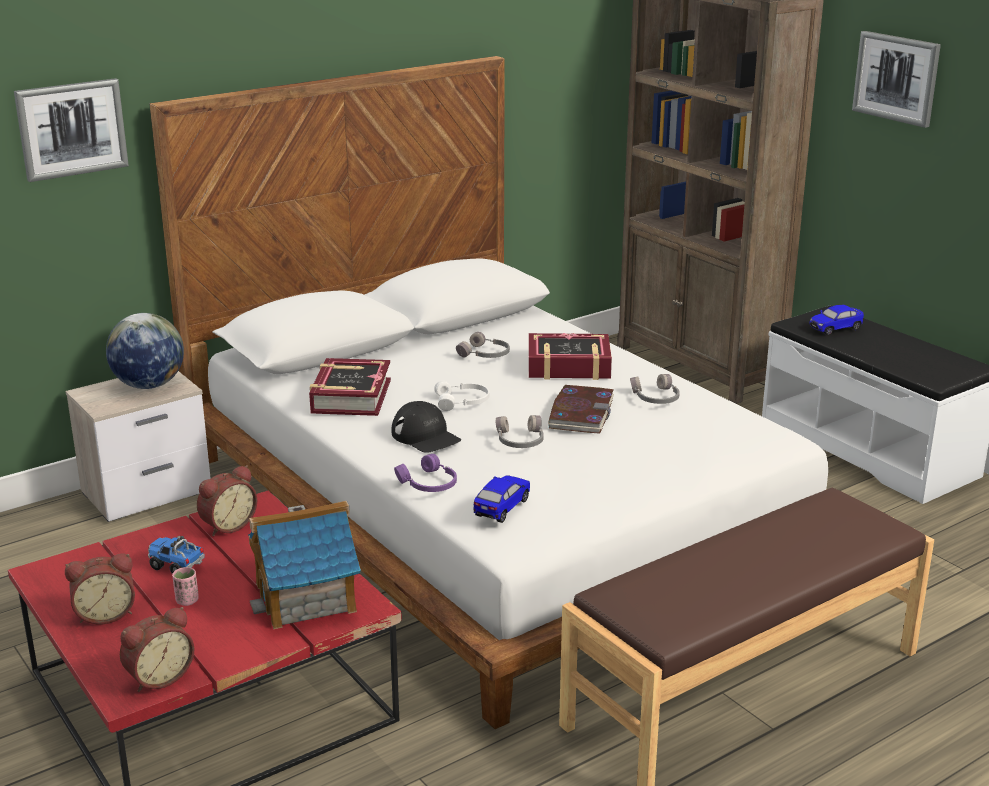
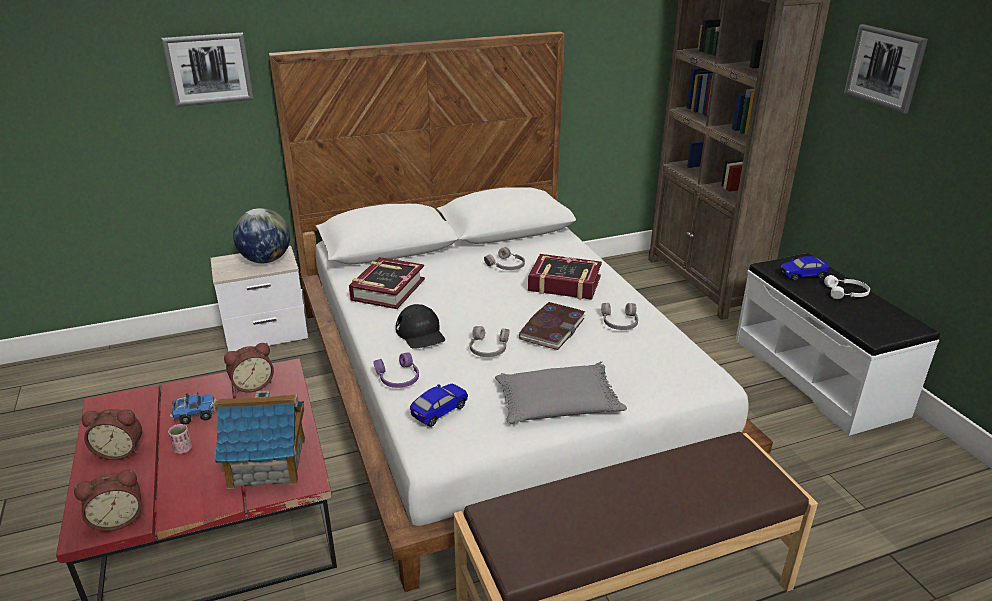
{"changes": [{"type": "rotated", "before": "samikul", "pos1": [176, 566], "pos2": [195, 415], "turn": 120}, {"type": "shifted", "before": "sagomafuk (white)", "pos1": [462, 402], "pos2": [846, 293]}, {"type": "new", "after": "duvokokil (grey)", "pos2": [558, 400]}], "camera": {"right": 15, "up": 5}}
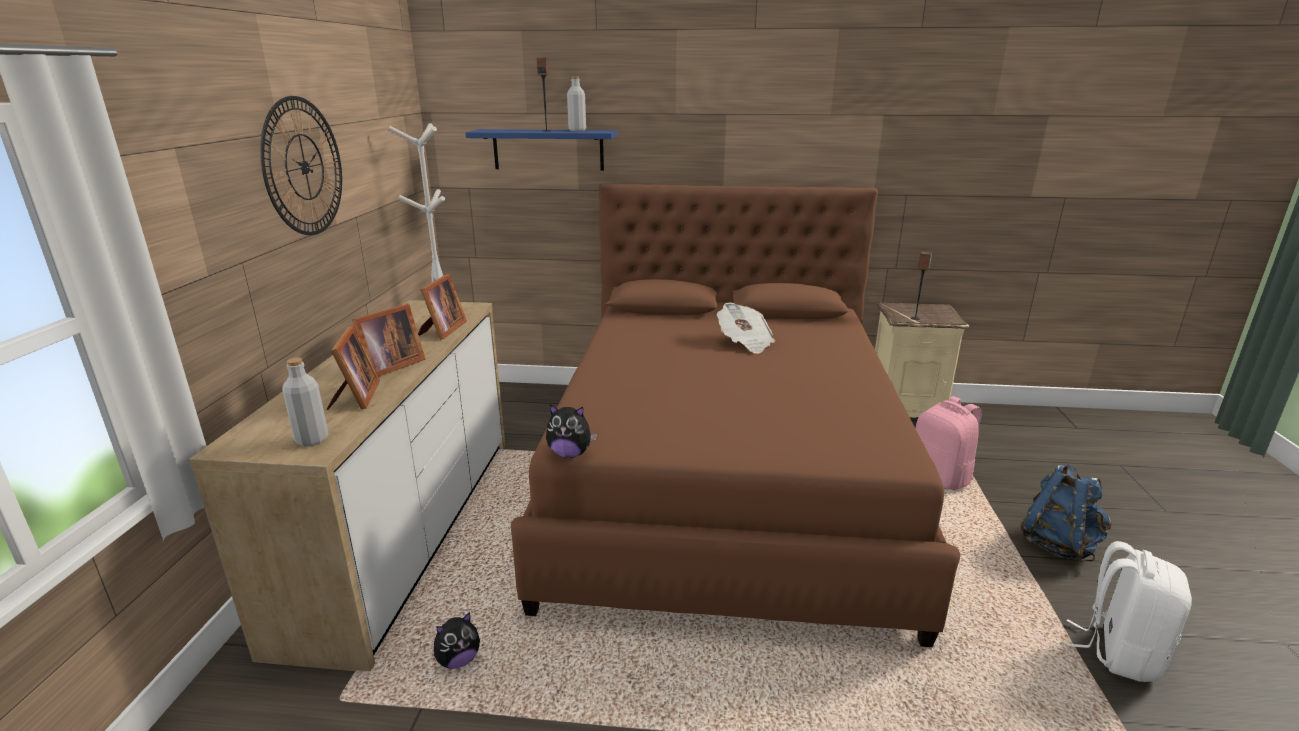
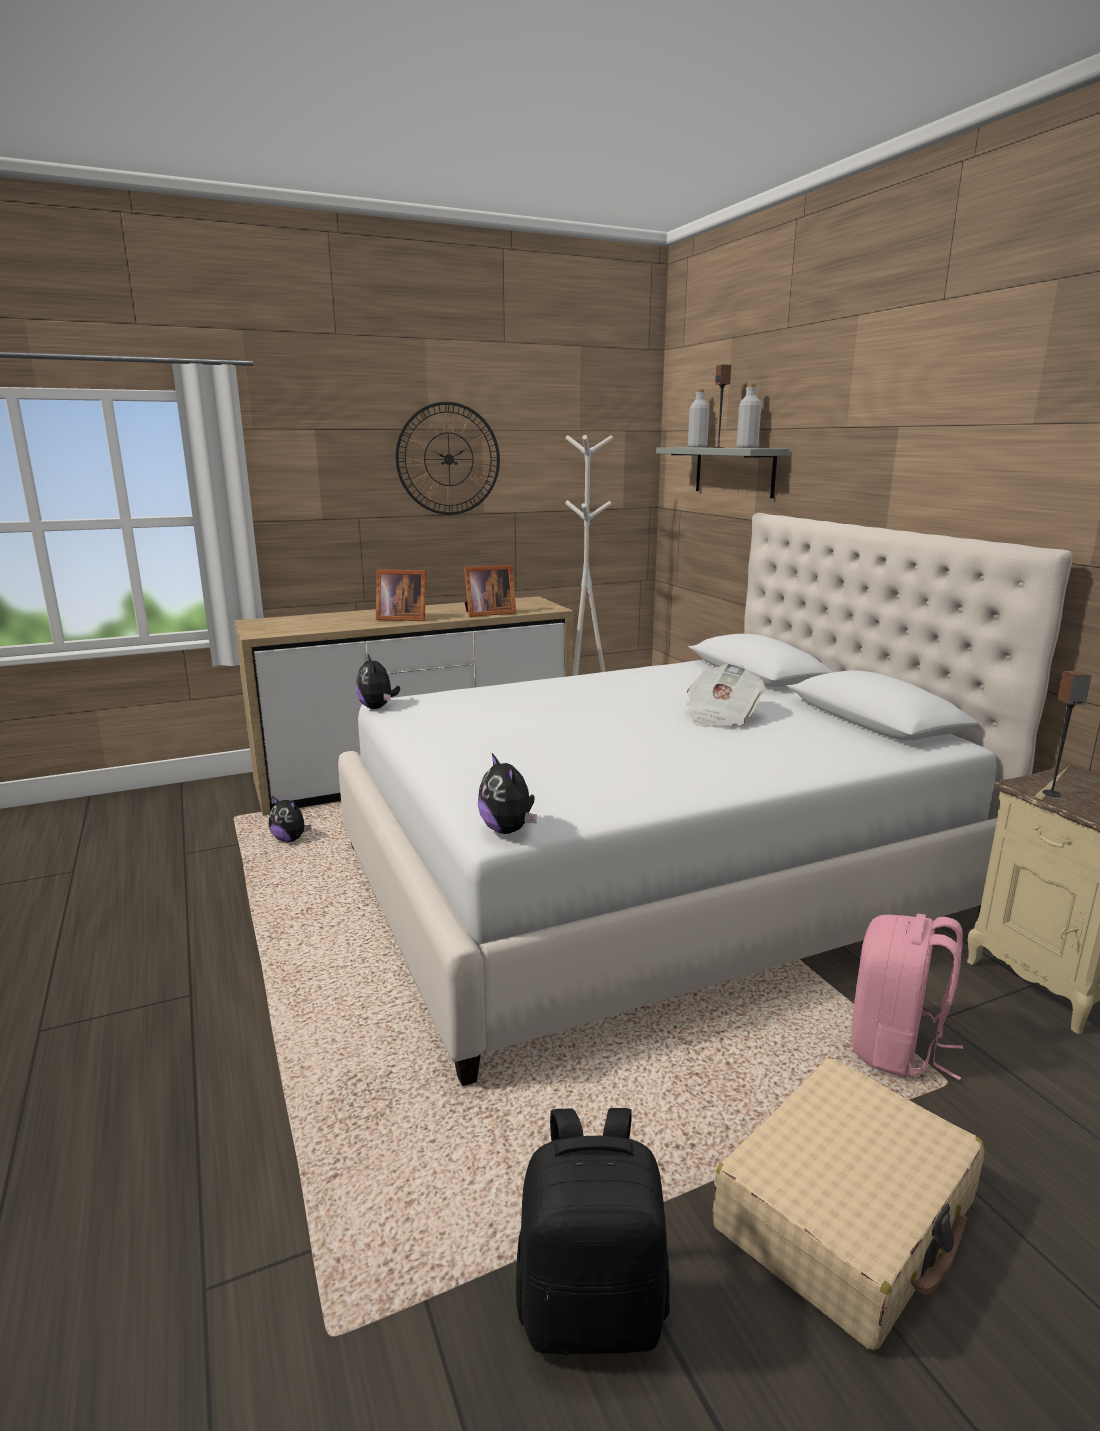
{"changes": [{"type": "shifted", "before": "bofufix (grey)", "pos1": [312, 440], "pos2": [697, 447]}, {"type": "gone", "before": "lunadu", "pos1": [355, 397]}, {"type": "repainted", "before": "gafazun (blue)", "after": "gafazun (grey)", "pos1": [548, 149], "pos2": [734, 471]}, {"type": "repainted", "before": "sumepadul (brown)", "after": "sumepadul (white)", "pos1": [725, 482], "pos2": [648, 881]}, {"type": "swapped", "before": "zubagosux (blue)", "after": "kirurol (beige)", "pos1": [1058, 545], "pos2": [846, 1215]}, {"type": "repainted", "before": "zubagosux (white)", "after": "zubagosux (black)", "pos1": [1118, 652], "pos2": [592, 1306]}, {"type": "new", "after": "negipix", "pos2": [508, 830]}], "camera": {"right": 60, "up": -5}}
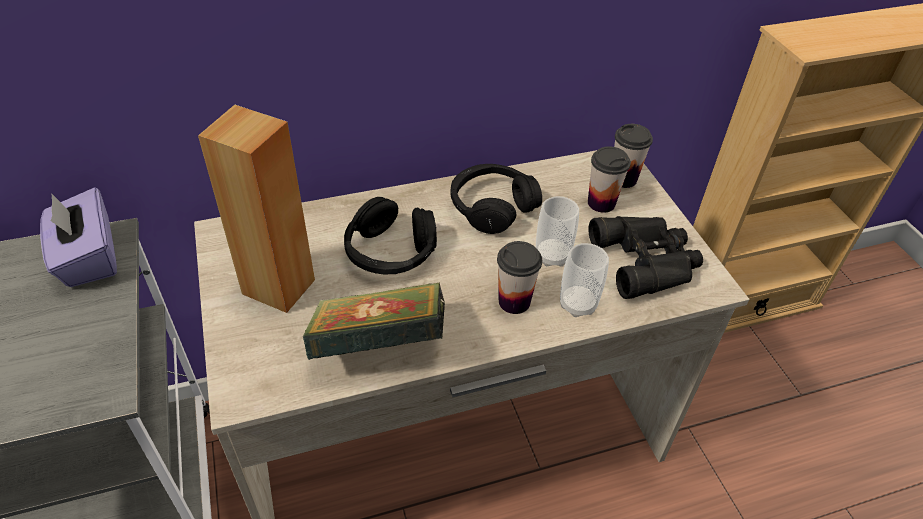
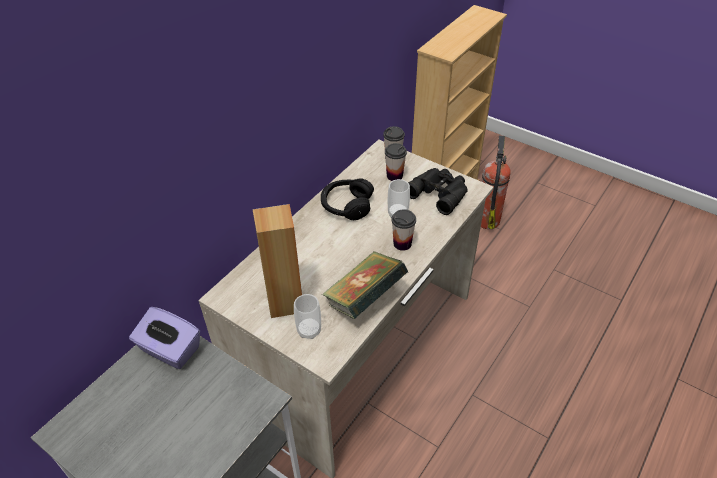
{"changes": [{"type": "gone", "before": "sagomafuk (black)", "pos1": [390, 252]}, {"type": "shifted", "before": "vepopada", "pos1": [578, 304], "pos2": [309, 330]}, {"type": "new", "after": "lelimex", "pos2": [487, 219]}], "camera": {"right": -35, "up": 0}}
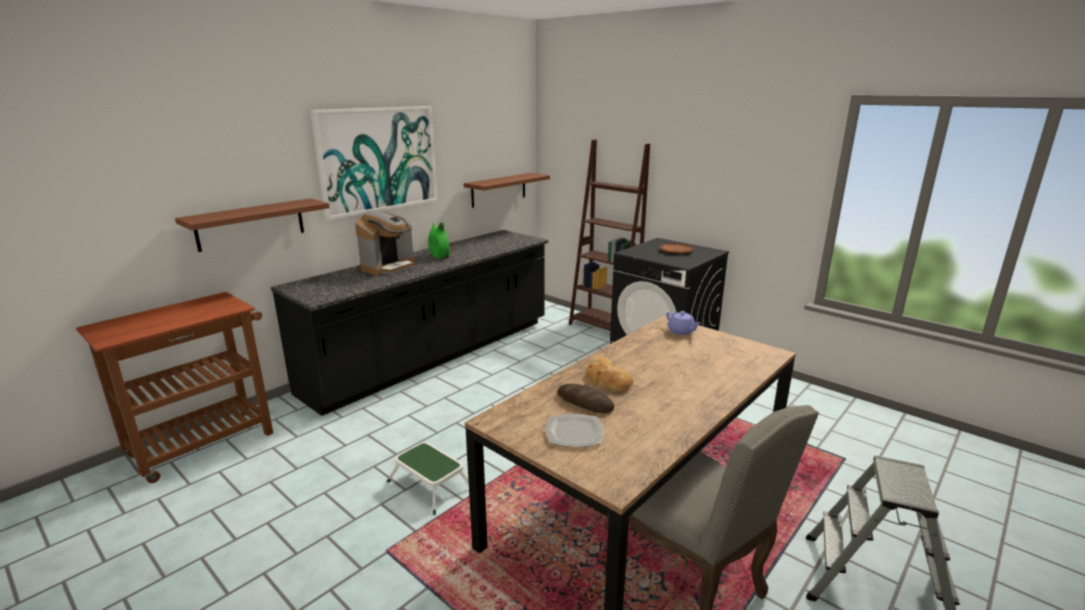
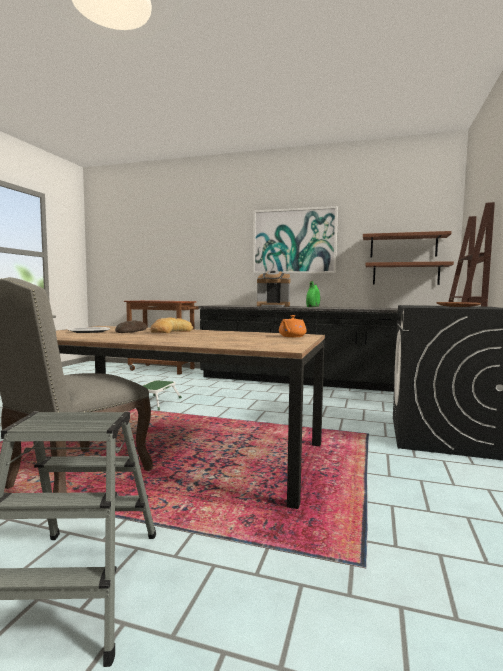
{"changes": [{"type": "shifted", "before": "gafazun (brown)", "pos1": [251, 224], "pos2": [403, 246]}, {"type": "repainted", "before": "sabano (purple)", "after": "sabano (orange)", "pos1": [681, 331], "pos2": [292, 336]}], "camera": {"right": 65, "up": -15}}
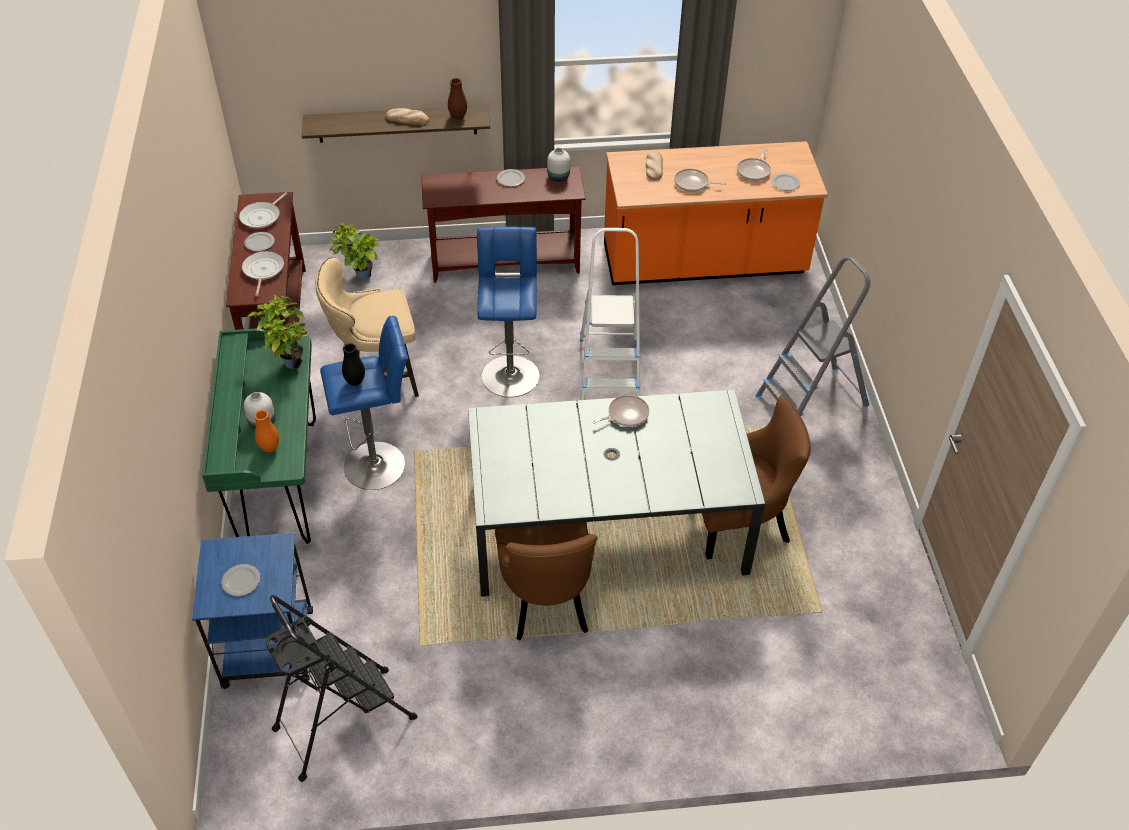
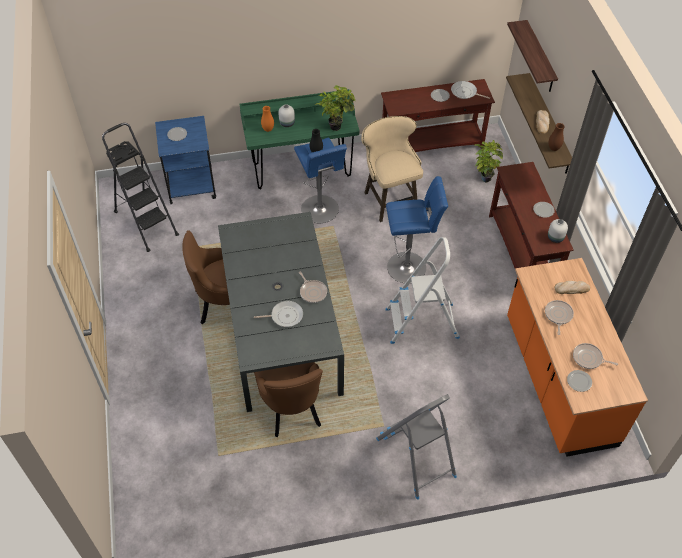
{"changes": [{"type": "shifted", "before": "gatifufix", "pos1": [263, 271], "pos2": [285, 316]}, {"type": "new", "after": "gafazun", "pos2": [540, 57]}], "camera": {"right": 85, "up": 5}}
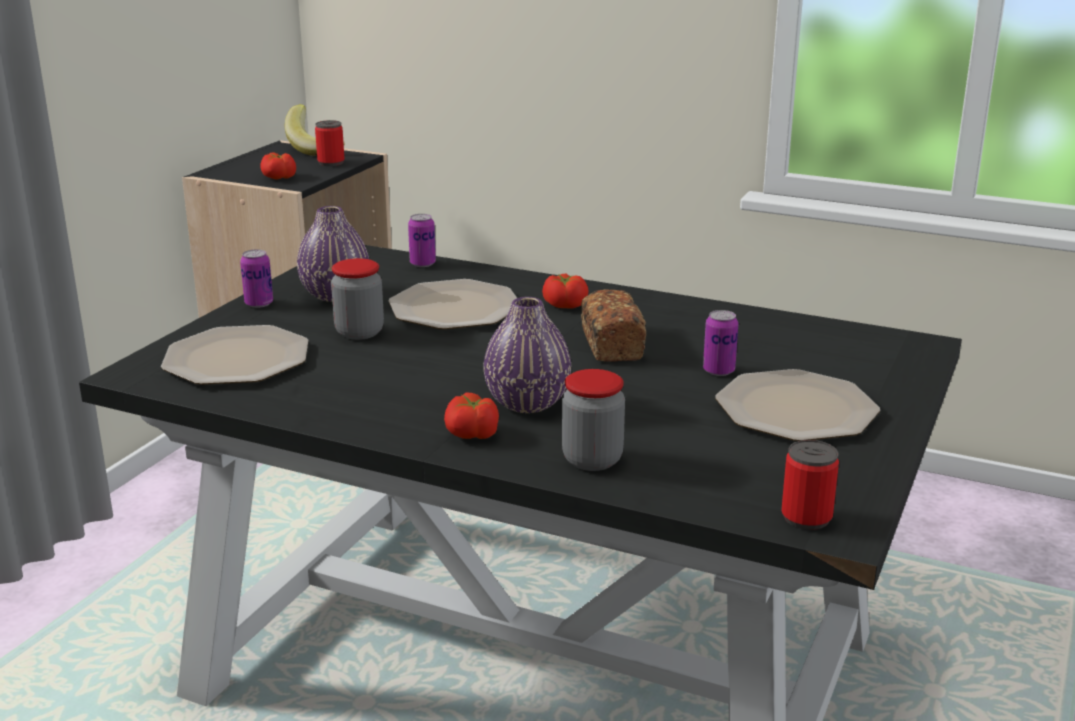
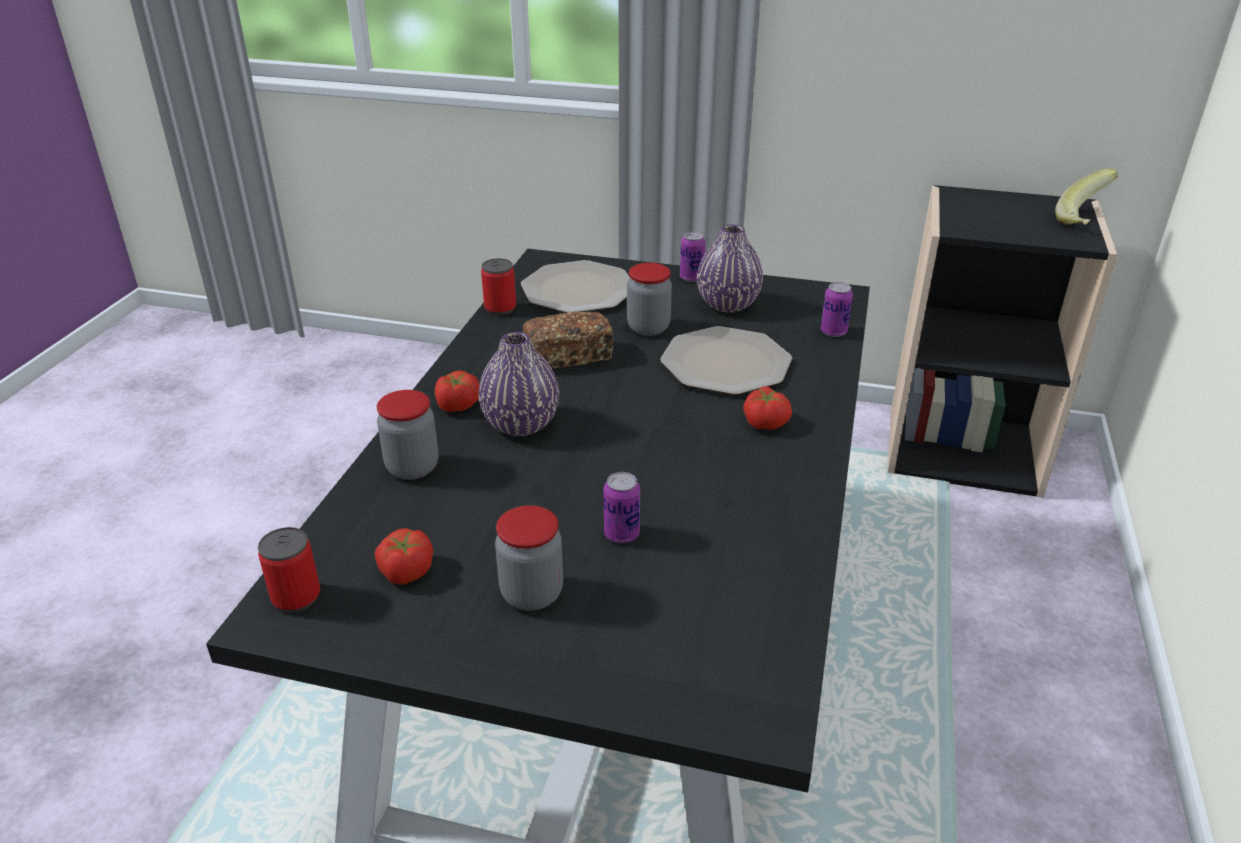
{"changes": [{"type": "shifted", "before": "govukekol", "pos1": [279, 178], "pos2": [405, 571]}, {"type": "shifted", "before": "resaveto", "pos1": [331, 163], "pos2": [500, 308]}, {"type": "shifted", "before": "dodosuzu", "pos1": [611, 344], "pos2": [568, 356]}, {"type": "swapped", "before": "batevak", "after": "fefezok", "pos1": [797, 409], "pos2": [532, 594]}], "camera": {"right": 80, "up": 10}}
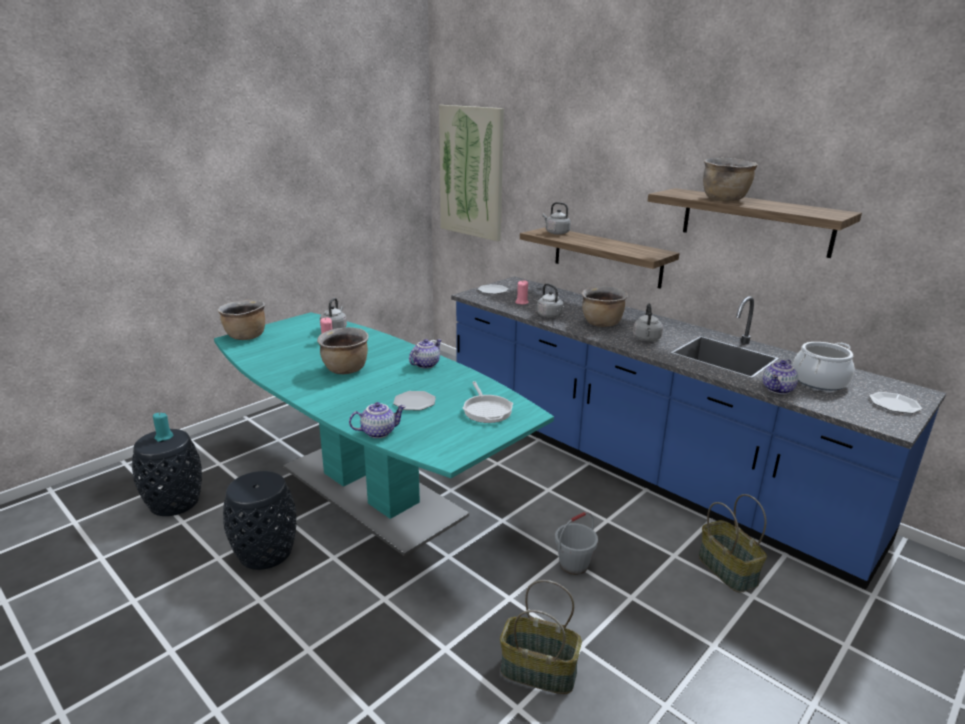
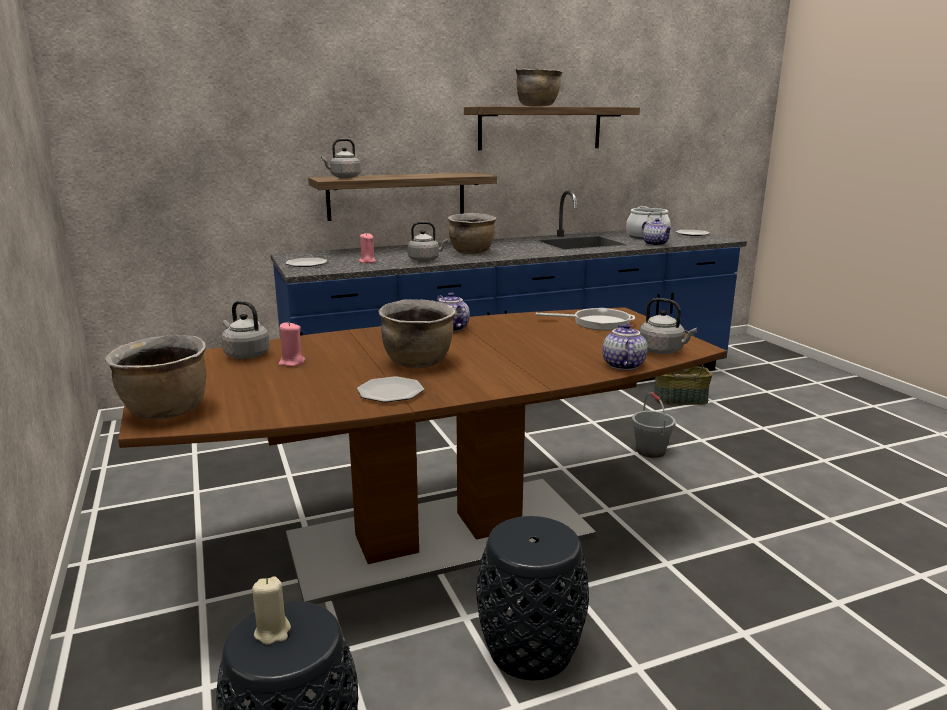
{"changes": [{"type": "repainted", "before": "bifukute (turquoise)", "after": "bifukute (beige)", "pos1": [164, 437], "pos2": [273, 631]}, {"type": "repainted", "before": "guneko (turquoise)", "after": "guneko (brown)", "pos1": [370, 490], "pos2": [439, 536]}, {"type": "shifted", "before": "batevak", "pos1": [414, 402], "pos2": [390, 392]}, {"type": "gone", "before": "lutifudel", "pos1": [471, 172]}, {"type": "gone", "before": "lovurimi", "pos1": [537, 672]}, {"type": "shifted", "before": "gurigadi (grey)", "pos1": [646, 339], "pos2": [663, 351]}], "camera": {"right": -65, "up": -5}}
